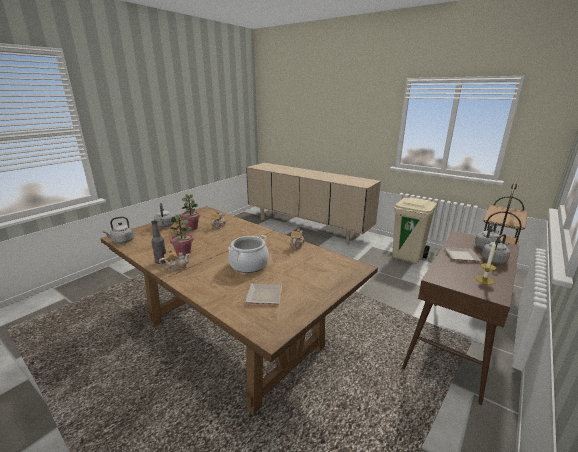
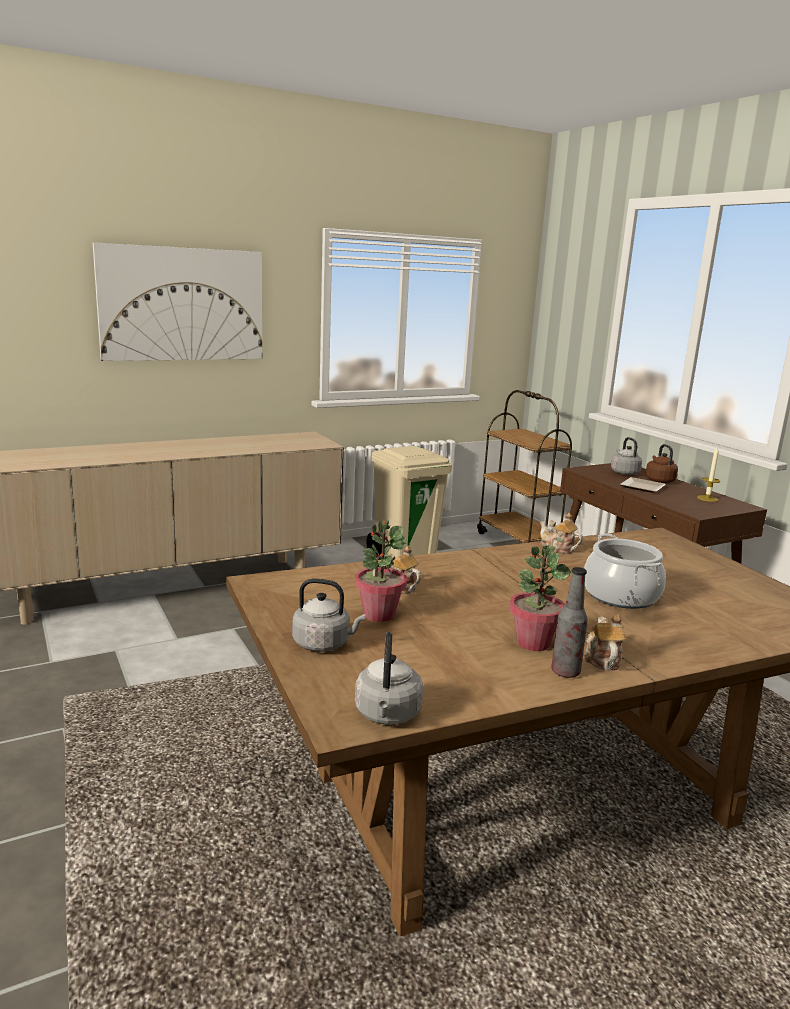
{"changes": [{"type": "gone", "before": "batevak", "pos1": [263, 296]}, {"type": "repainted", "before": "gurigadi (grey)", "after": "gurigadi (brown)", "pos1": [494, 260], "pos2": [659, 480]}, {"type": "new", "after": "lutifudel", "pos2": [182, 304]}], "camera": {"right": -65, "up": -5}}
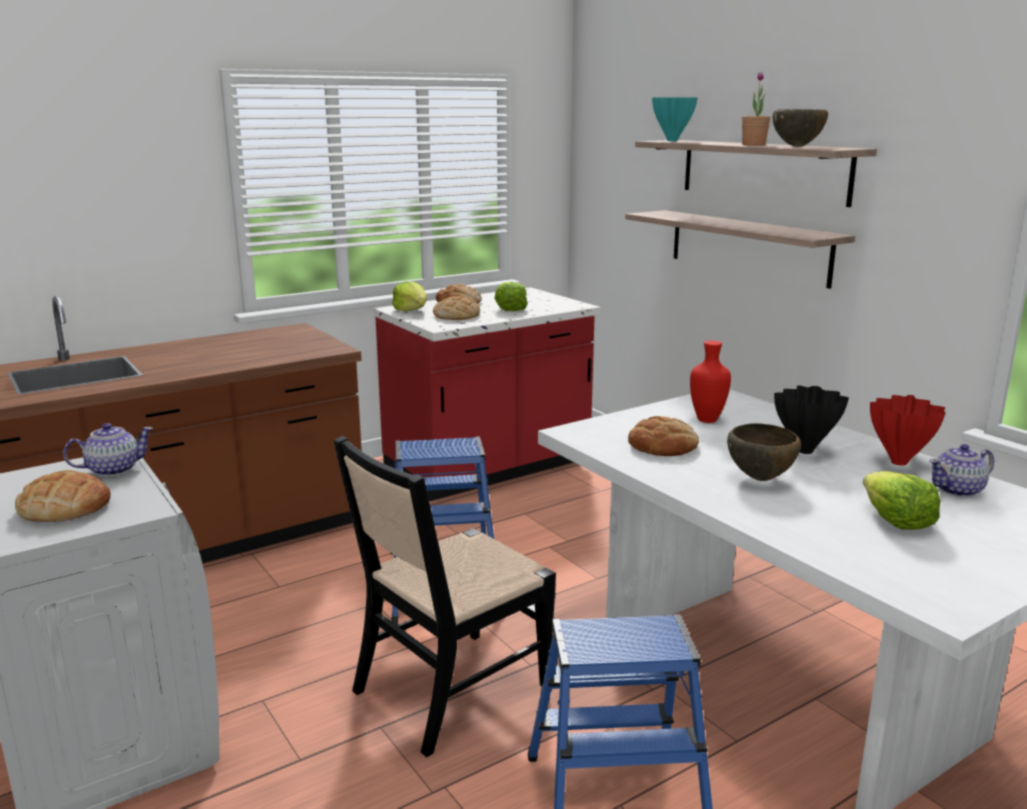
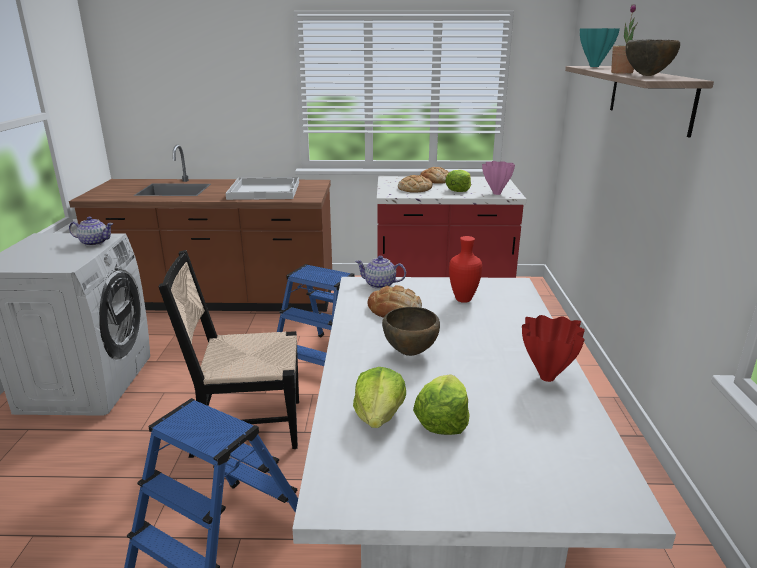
{"changes": [{"type": "gone", "before": "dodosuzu", "pos1": [65, 507]}, {"type": "shifted", "before": "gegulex", "pos1": [411, 310], "pos2": [379, 415]}, {"type": "gone", "before": "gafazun", "pos1": [748, 247]}, {"type": "gone", "before": "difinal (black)", "pos1": [806, 451]}, {"type": "shifted", "before": "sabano", "pos1": [958, 490], "pos2": [380, 284]}, {"type": "new", "after": "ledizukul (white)", "pos2": [265, 190]}, {"type": "new", "after": "difinal (pink)", "pos2": [496, 193]}], "camera": {"right": 35, "up": 5}}
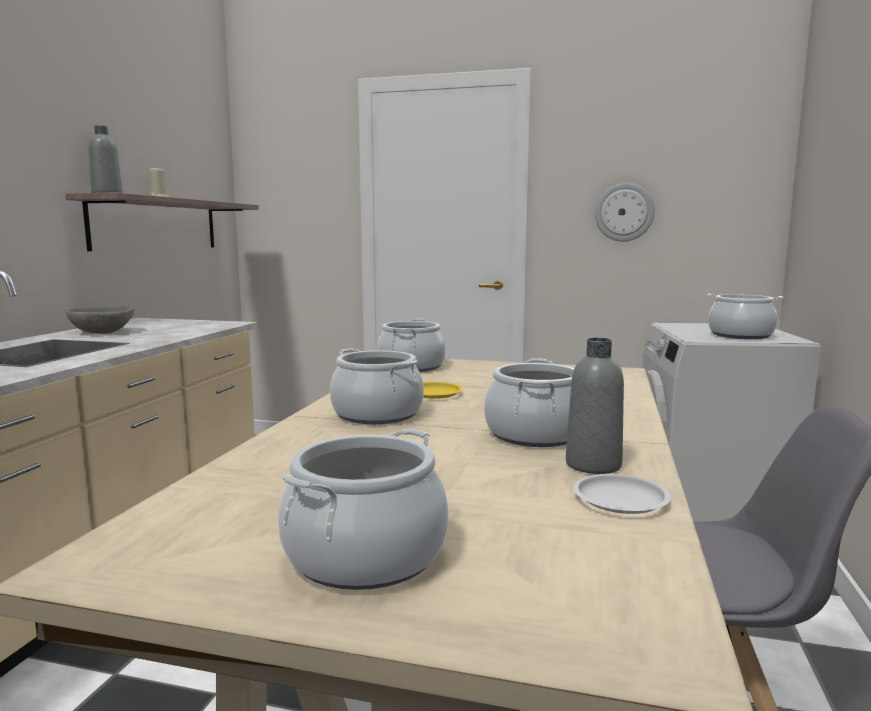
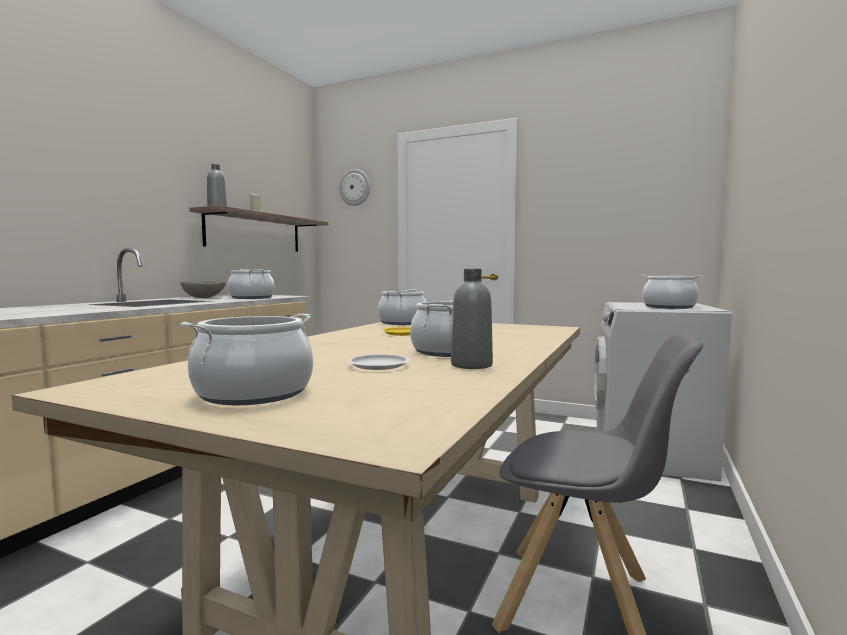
{"changes": [{"type": "shifted", "before": "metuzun", "pos1": [377, 414], "pos2": [252, 298]}, {"type": "shifted", "before": "batevak (white)", "pos1": [621, 500], "pos2": [379, 365]}, {"type": "shifted", "before": "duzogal", "pos1": [624, 212], "pos2": [355, 187]}], "camera": {"right": 10, "up": -5}}
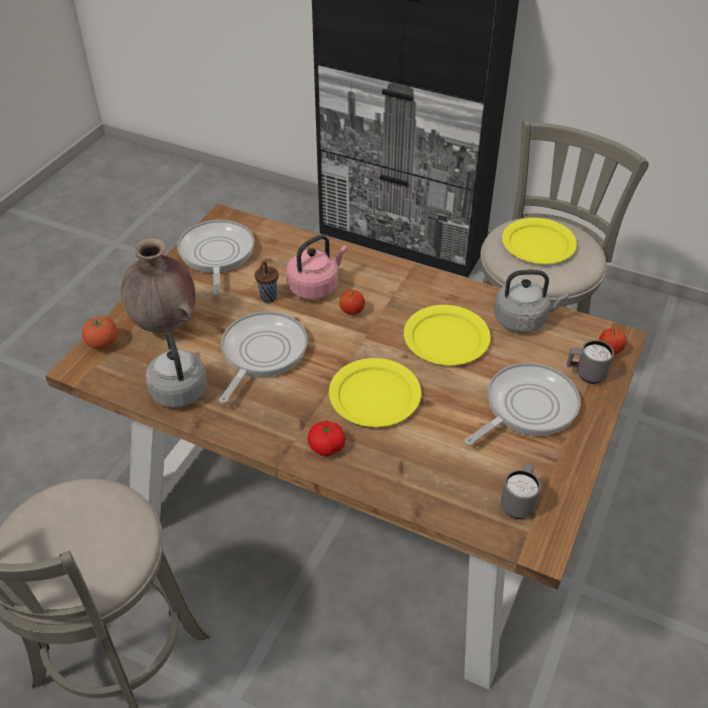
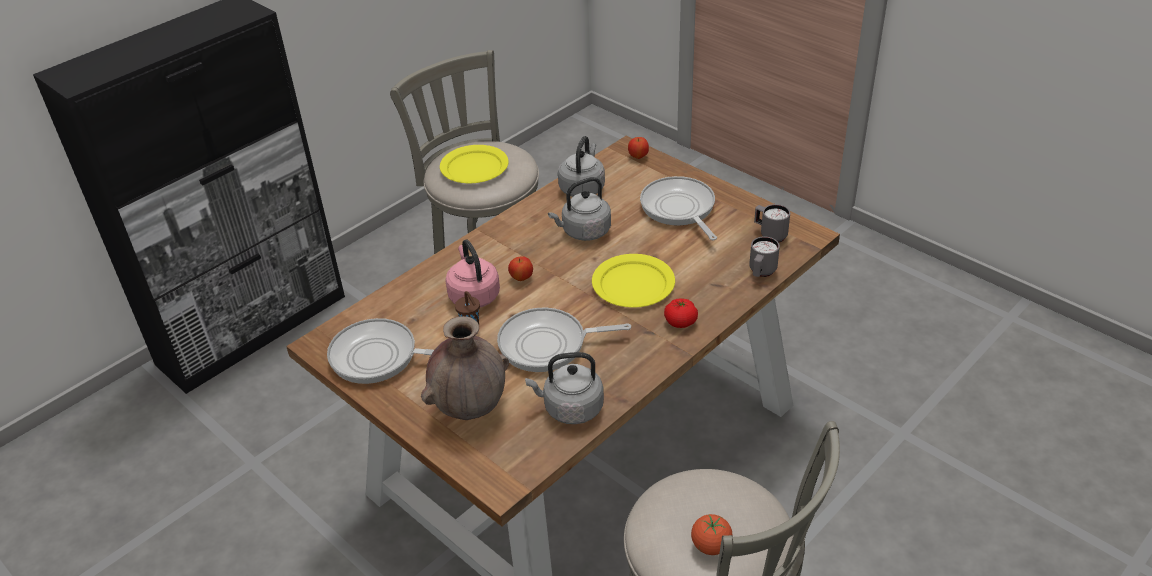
{"changes": [{"type": "shifted", "before": "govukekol", "pos1": [103, 344], "pos2": [711, 546]}, {"type": "rotated", "before": "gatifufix", "pos1": [261, 353], "pos2": [548, 345], "turn": -45}, {"type": "swapped", "before": "batevak (yellow)", "after": "gurigadi (grey)", "pos1": [445, 338], "pos2": [584, 232]}, {"type": "shifted", "before": "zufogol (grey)", "pos1": [585, 374], "pos2": [761, 273]}], "camera": {"right": -70, "up": -5}}
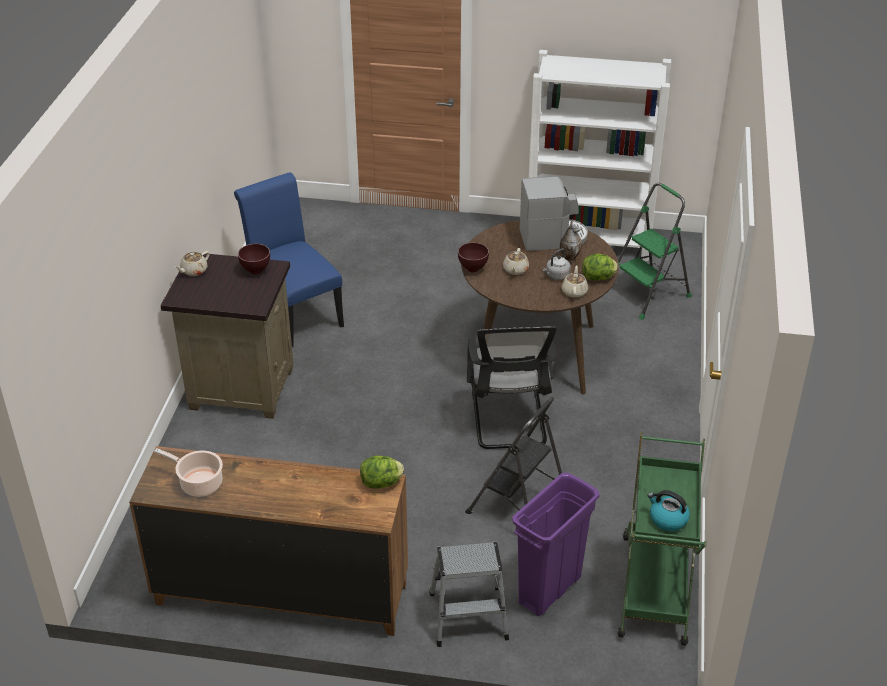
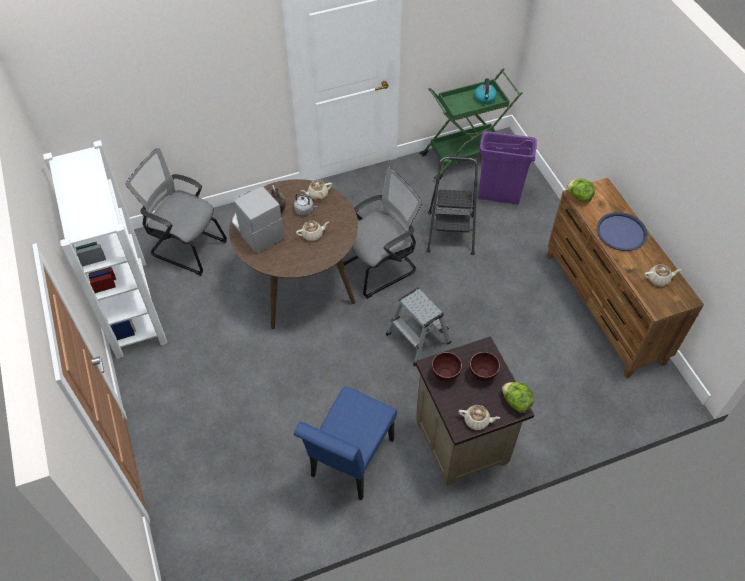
{"changes": [{"type": "swapped", "before": "metuzun", "after": "sabano (beige)", "pos1": [199, 483], "pos2": [659, 279]}, {"type": "shifted", "before": "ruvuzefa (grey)", "pos1": [468, 615], "pos2": [418, 338]}, {"type": "shifted", "before": "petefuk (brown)", "pos1": [473, 269], "pos2": [482, 374]}, {"type": "shifted", "before": "gegulex", "pos1": [598, 278], "pos2": [516, 402]}, {"type": "swapped", "before": "ruvuzefa (green)", "after": "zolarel", "pos1": [649, 292], "pos2": [187, 247]}, {"type": "new", "after": "ledizukul (blue)", "pos2": [621, 232]}], "camera": {"right": -120, "up": 15}}
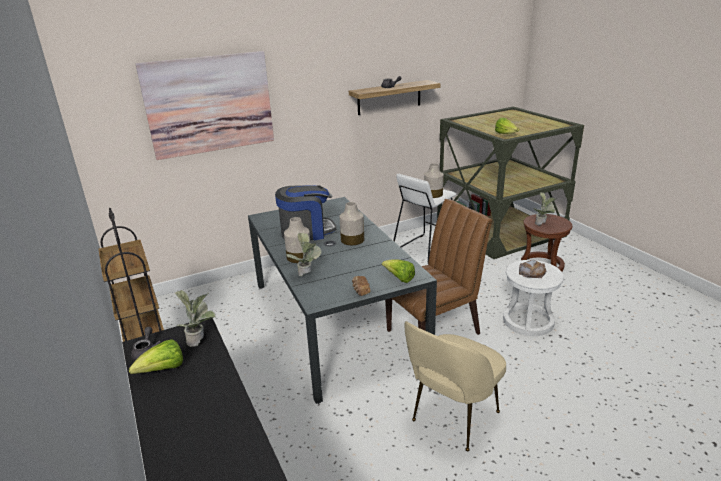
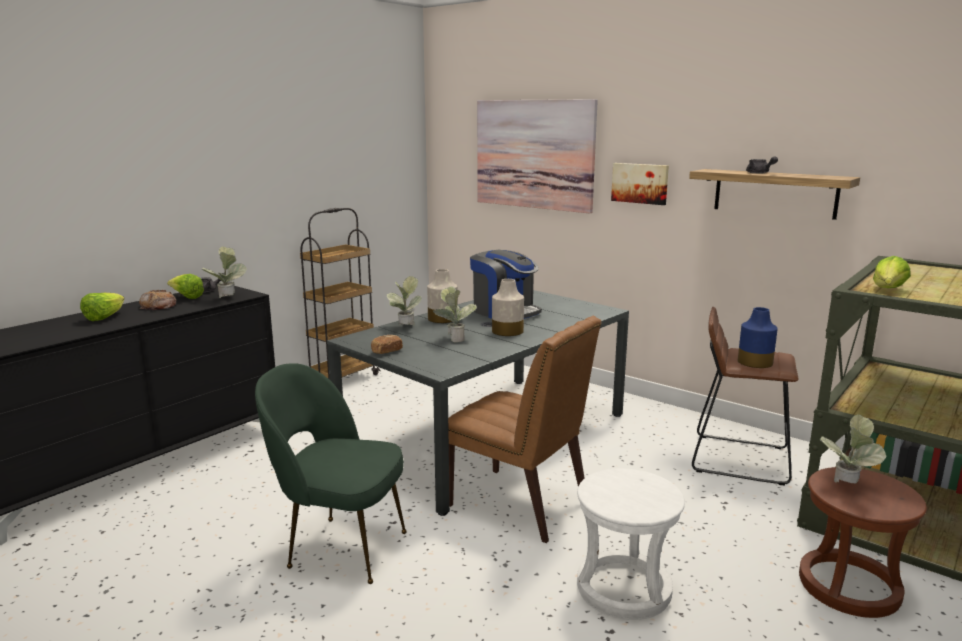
{"changes": [{"type": "shifted", "before": "gegulex", "pos1": [399, 278], "pos2": [104, 317]}, {"type": "repainted", "before": "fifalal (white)", "after": "fifalal (brown)", "pos1": [425, 249], "pos2": [739, 459]}, {"type": "repainted", "before": "zolarel (beige)", "after": "zolarel (green)", "pos1": [451, 421], "pos2": [339, 548]}, {"type": "repainted", "before": "difinal (beige)", "after": "difinal (blue)", "pos1": [433, 194], "pos2": [754, 362]}, {"type": "shifted", "before": "dodosuzu", "pos1": [532, 272], "pos2": [158, 305]}, {"type": "new", "after": "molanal", "pos2": [454, 338]}, {"type": "new", "after": "lutifudel", "pos2": [640, 183]}], "camera": {"right": 65, "up": -10}}
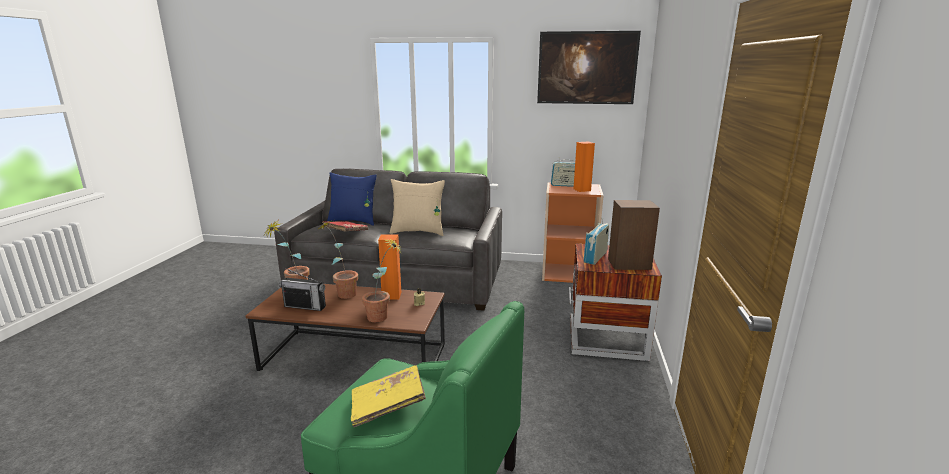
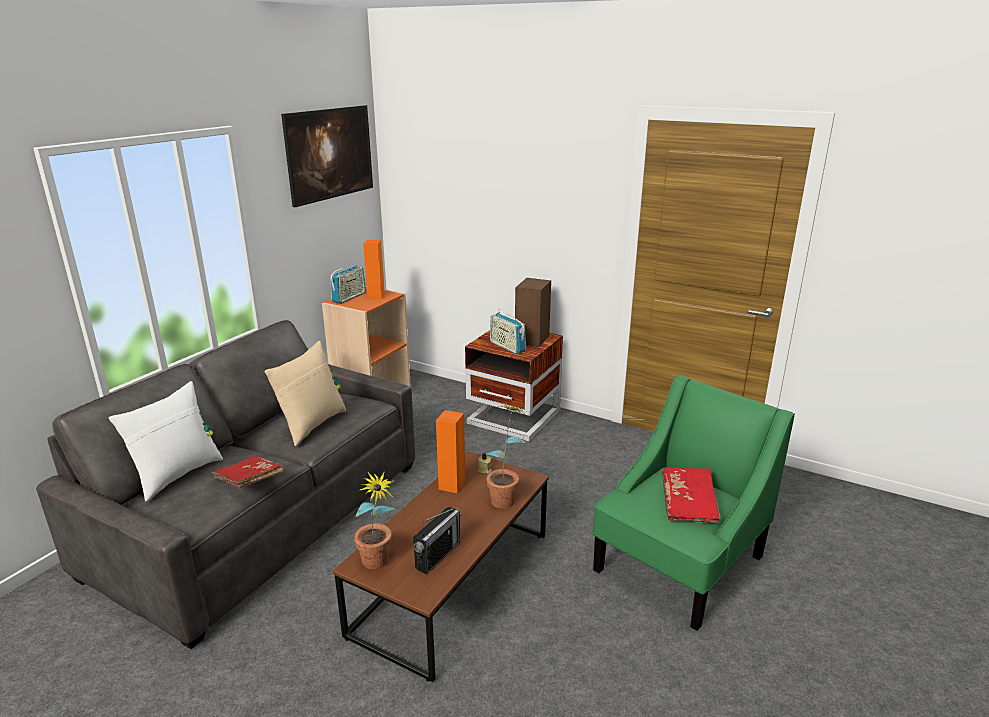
{"changes": [{"type": "gone", "before": "molanal", "pos1": [342, 293]}, {"type": "repainted", "before": "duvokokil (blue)", "after": "duvokokil (white)", "pos1": [353, 221], "pos2": [178, 476]}, {"type": "repainted", "before": "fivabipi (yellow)", "after": "fivabipi (red)", "pos1": [388, 406], "pos2": [688, 504]}], "camera": {"right": -70, "up": 5}}
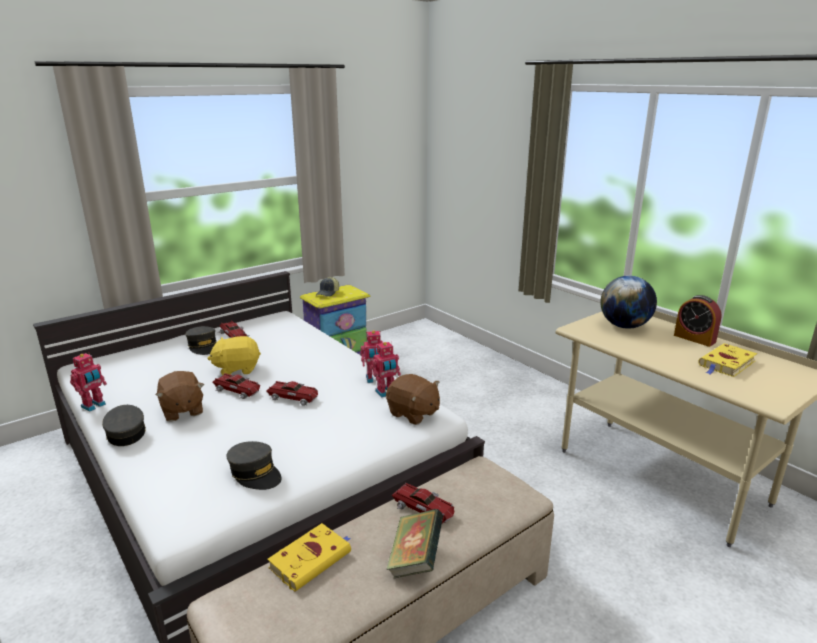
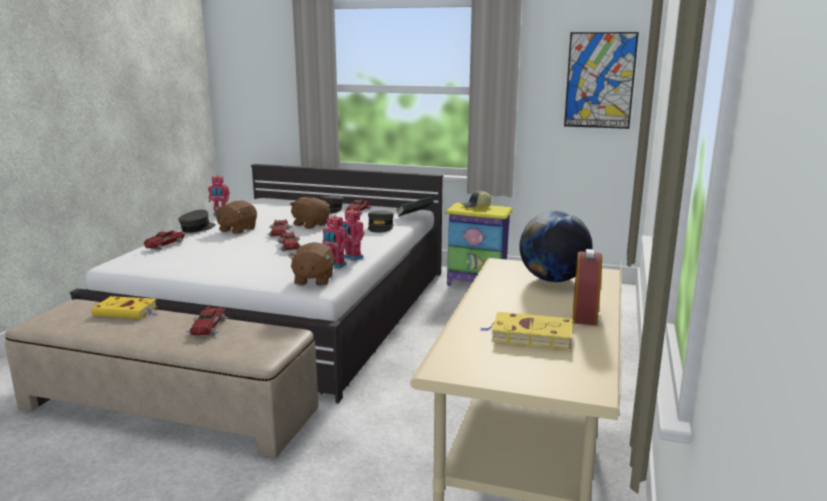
{"changes": [{"type": "repainted", "before": "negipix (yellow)", "after": "negipix (brown)", "pos1": [237, 369], "pos2": [310, 225]}, {"type": "shifted", "before": "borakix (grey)", "pos1": [255, 473], "pos2": [380, 227]}, {"type": "shifted", "before": "fivabipi", "pos1": [415, 559], "pos2": [414, 217]}, {"type": "new", "after": "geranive", "pos2": [164, 245]}, {"type": "new", "after": "lutifudel", "pos2": [600, 80]}], "camera": {"right": 55, "up": -5}}
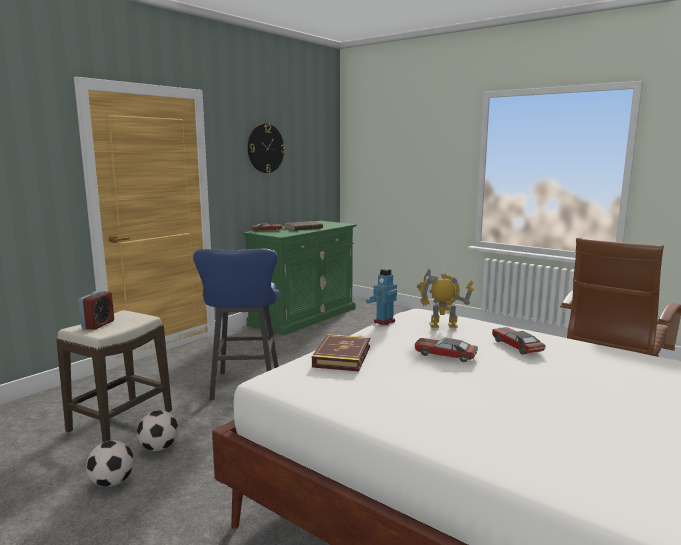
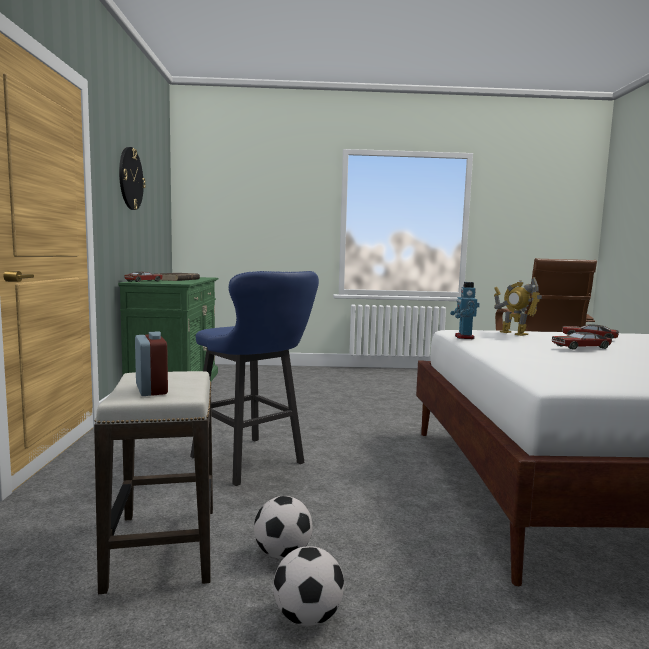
{"changes": [{"type": "gone", "before": "fivabipi", "pos1": [342, 356]}, {"type": "rotated", "before": "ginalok", "pos1": [443, 325], "pos2": [513, 333], "turn": -90}], "camera": {"right": -40, "up": -5}}
